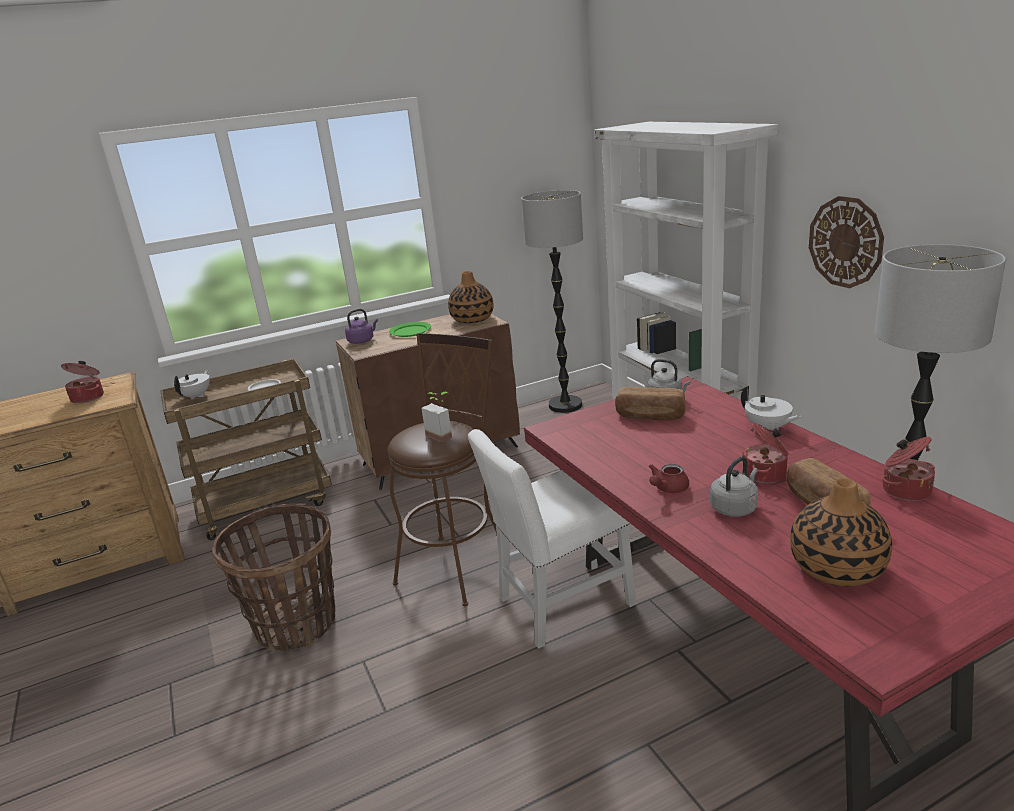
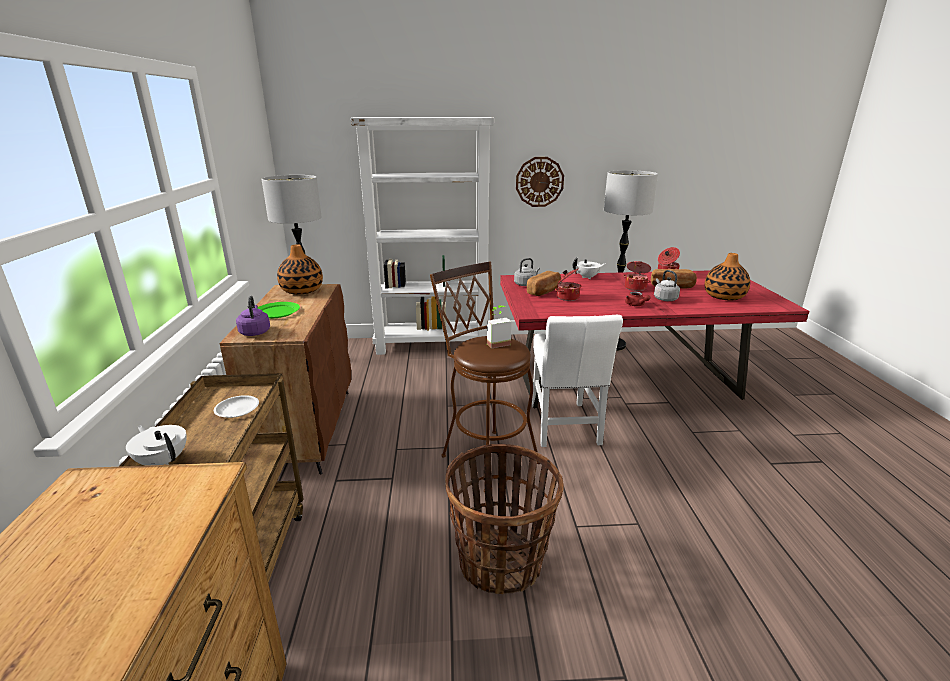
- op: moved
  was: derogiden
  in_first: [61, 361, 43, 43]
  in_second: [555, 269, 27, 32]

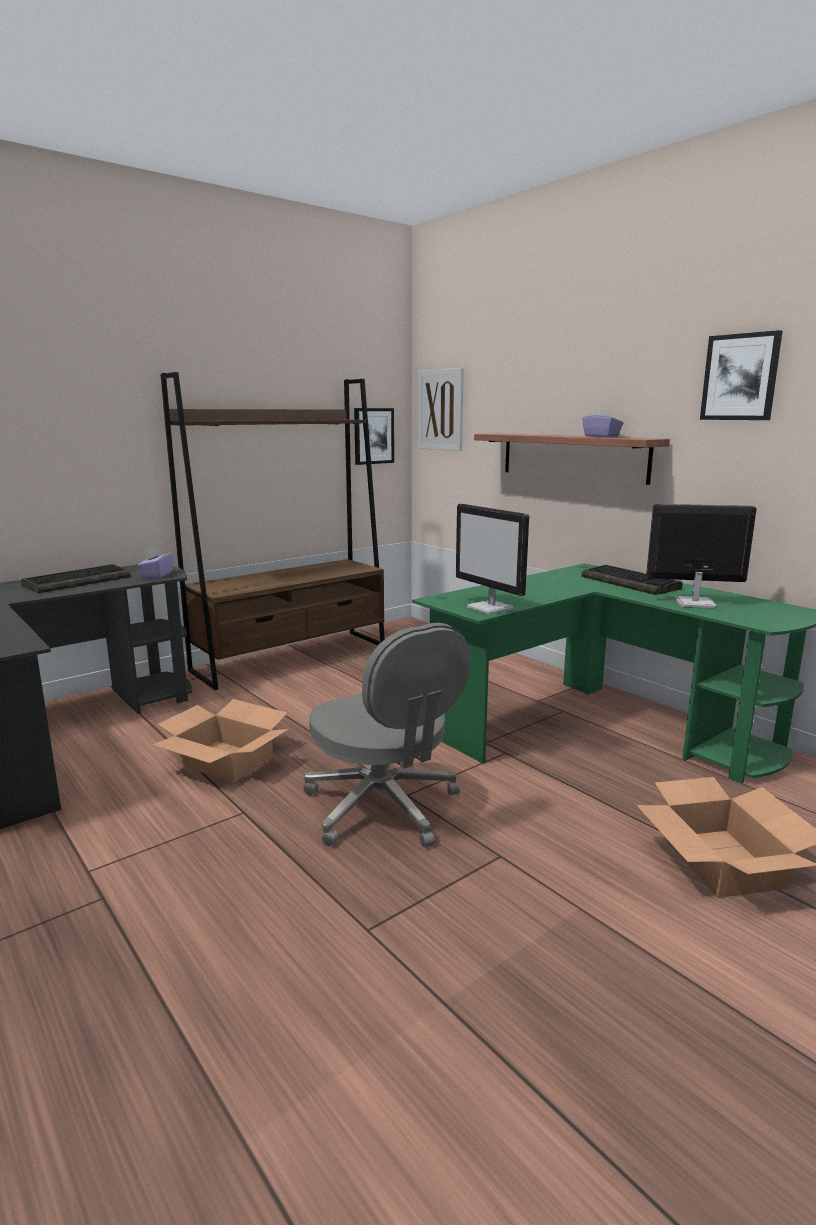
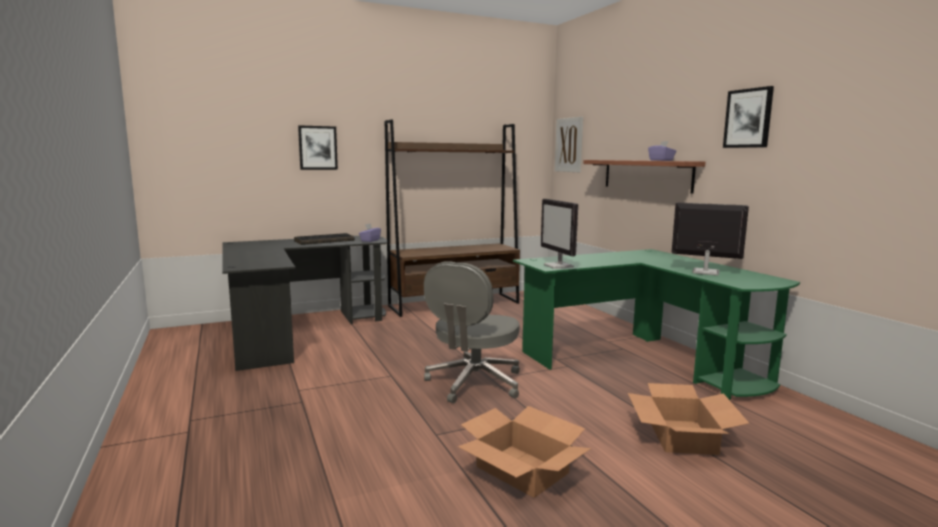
- op: removed
  was: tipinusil
  in_first: [582, 565, 101, 30]
- op: moved
  was: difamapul
  in_first: [152, 699, 137, 84]
  in_second: [458, 406, 133, 92]
- op: moved
  was: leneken
  in_first: [354, 408, 40, 57]
  in_second: [298, 125, 40, 45]
- op: turned
  was: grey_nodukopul
  in_first: [303, 623, 167, 225]
  in_second: [424, 261, 96, 142]
  clockwise: 45

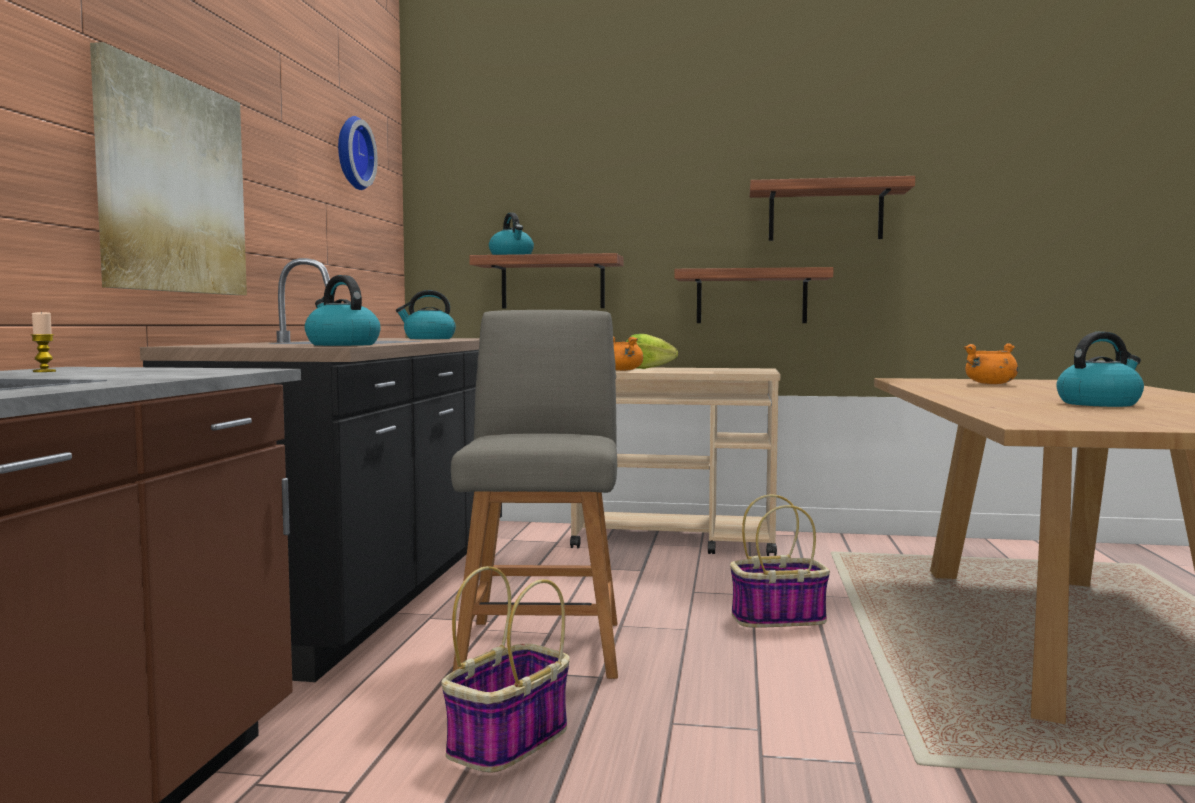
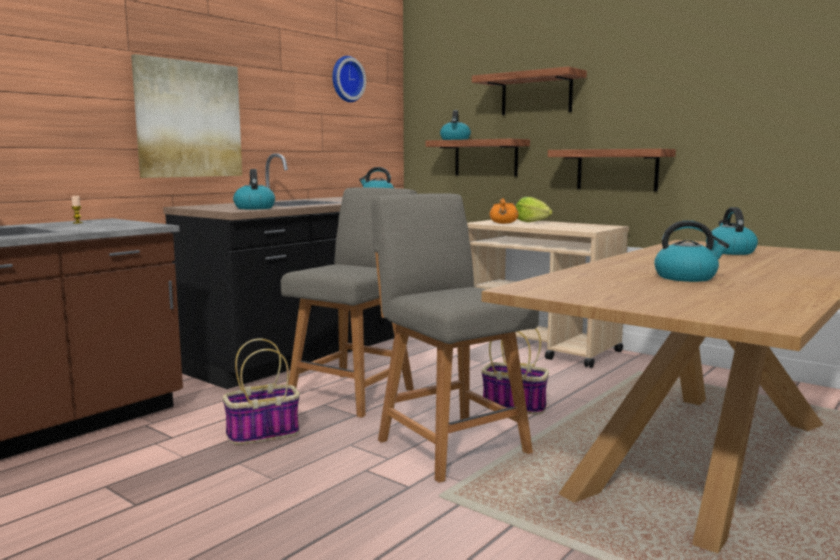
- op: added
  now: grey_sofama
  in_second: [371, 193, 168, 290]
- op: moved
  was: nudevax
  in_first: [750, 176, 165, 65]
  in_second: [472, 67, 115, 48]
- op: replaced
  was: orange_derogiden
  now: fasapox
  in_first: [964, 343, 54, 41]
  in_second: [706, 207, 52, 48]

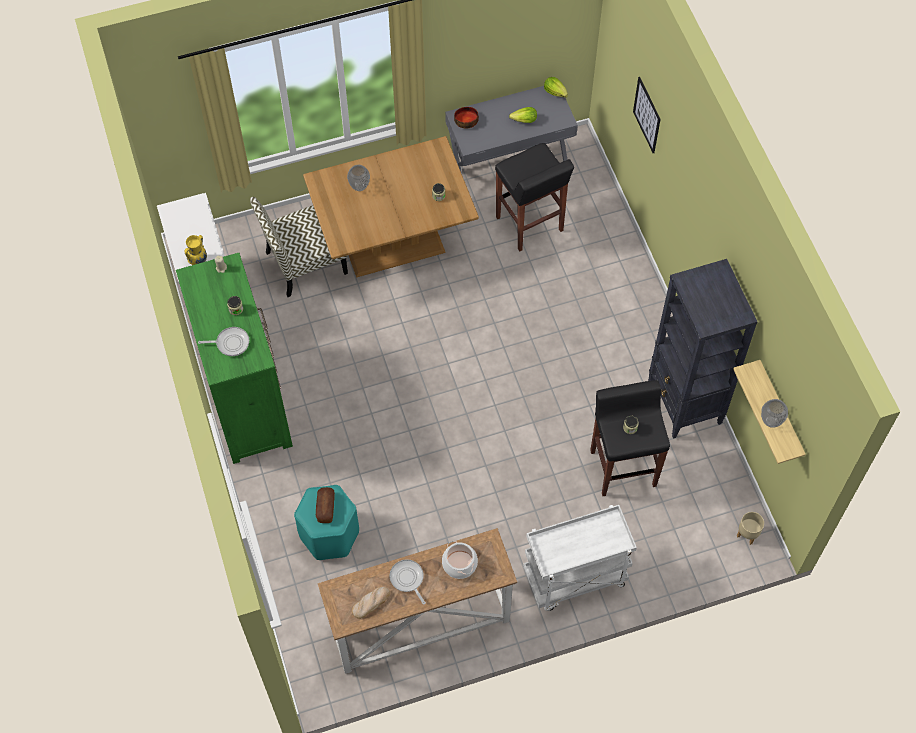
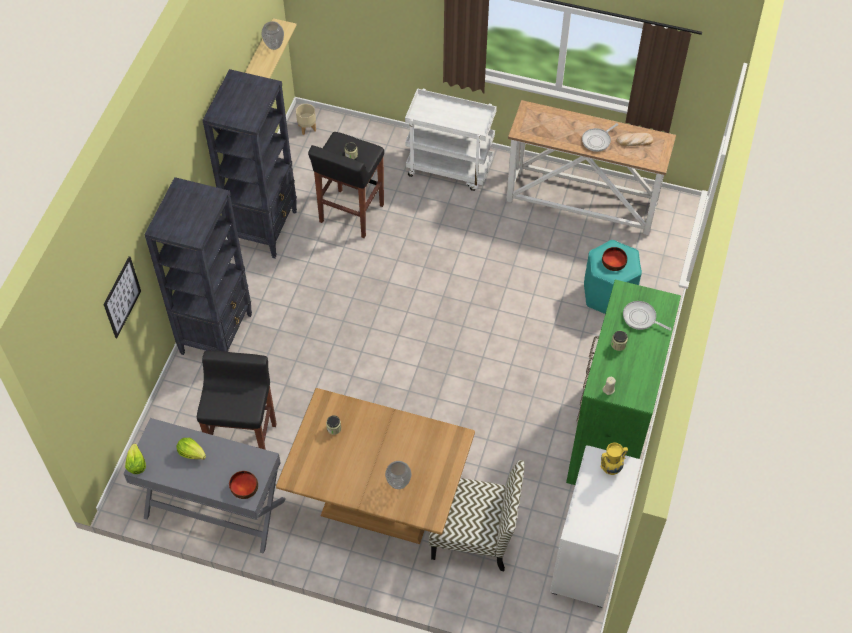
- op: removed
  was: derogiden
  in_first: [442, 541, 36, 38]
- op: added
  now: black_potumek
  in_second: [144, 177, 108, 178]
- op: replaced
  was: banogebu
  now: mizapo
  in_first: [316, 487, 19, 36]
  in_second: [602, 247, 25, 24]
- op: turned
  was: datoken
  in_first: [390, 559, 36, 46]
  in_second: [582, 123, 36, 29]
  clockwise: 45

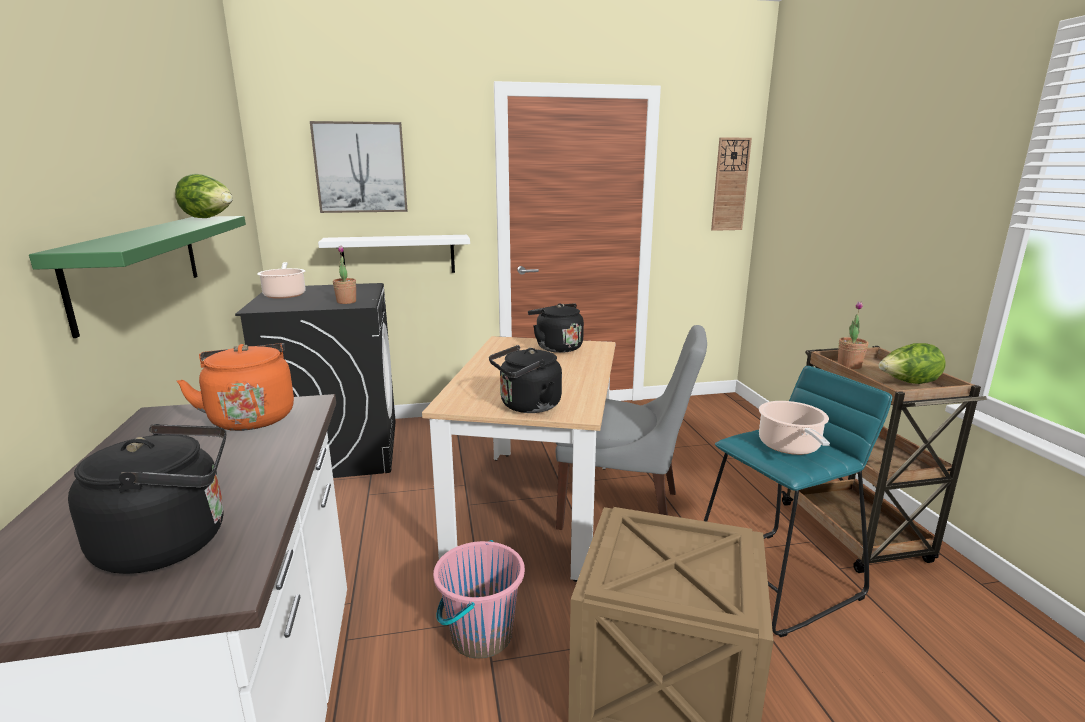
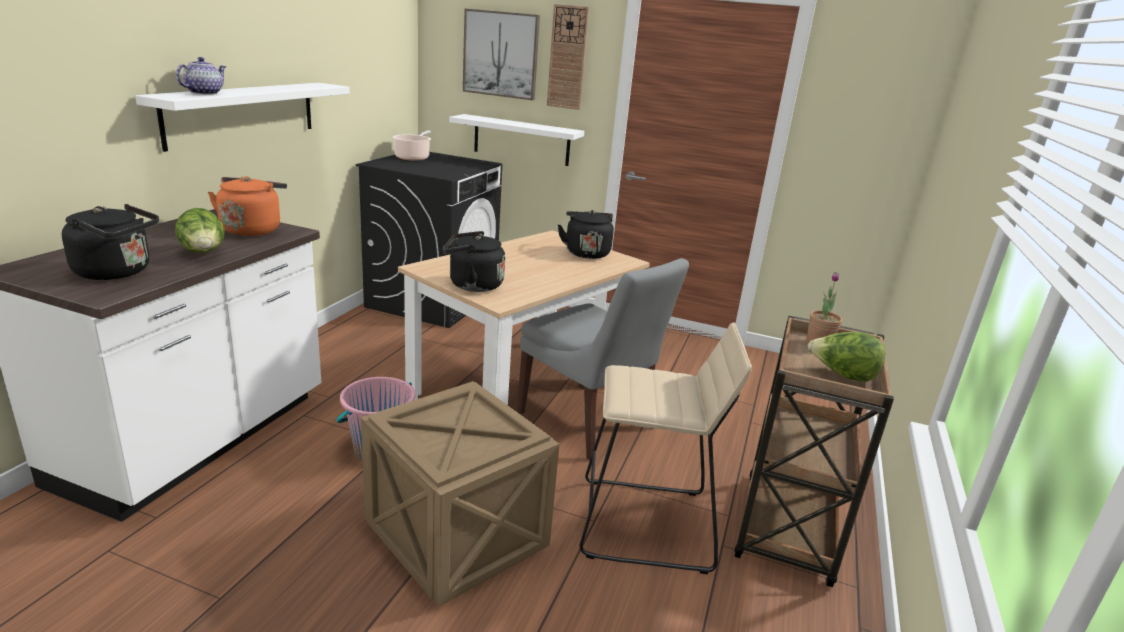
- op: removed
  was: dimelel
  in_first: [333, 246, 23, 58]
- op: removed
  was: derogiden
  in_first: [759, 401, 71, 54]
- op: added
  now: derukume
  in_second: [176, 57, 50, 38]
- op: moved
  was: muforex
  in_first: [175, 174, 58, 44]
  in_second: [175, 208, 50, 45]
- op: moved
  was: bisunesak
  in_first: [711, 137, 41, 94]
  in_second: [547, 4, 42, 106]
- op: recoloured
  was: green_nudevax
  now: white_nudevax
  in_first: [29, 216, 217, 122]
  in_second: [135, 83, 215, 69]
- op: recoloured
  was: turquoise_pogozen
  now: beige_pogozen
  in_first: [704, 366, 188, 271]
  in_second: [580, 322, 172, 252]

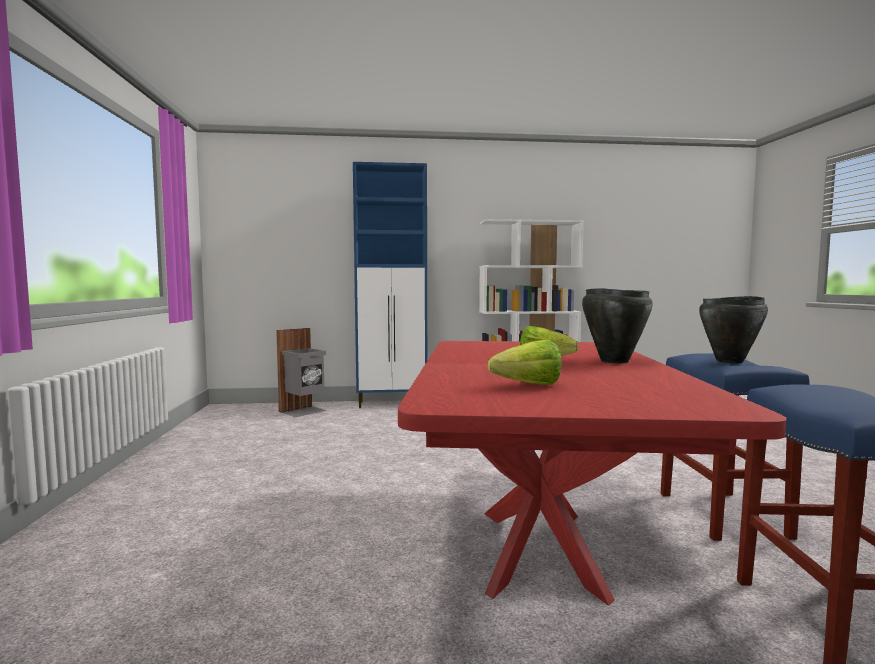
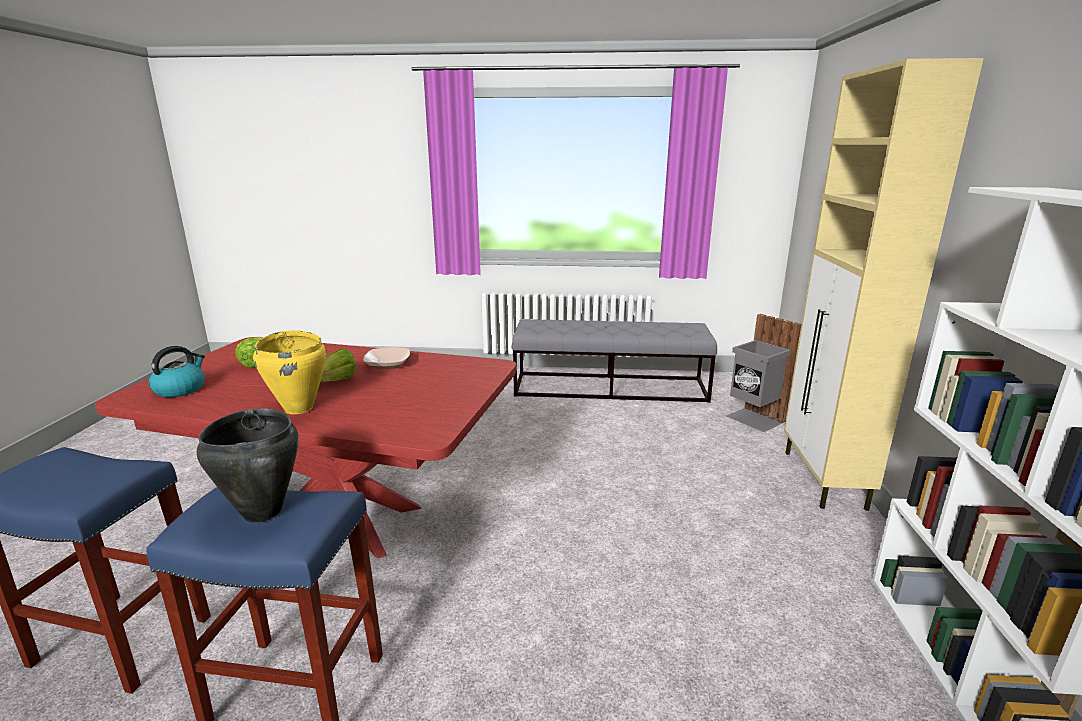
- op: added
  now: fasapox
  in_second: [149, 346, 56, 51]
- op: added
  now: mizapo
  in_second: [363, 348, 47, 21]
- op: added
  now: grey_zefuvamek
  in_second: [511, 319, 206, 84]
- op: recoloured
  was: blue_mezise
  now: beige_mezise
  in_first: [353, 162, 74, 246]
  in_second: [784, 58, 200, 453]
- op: recoloured
  was: black_derogiden
  now: yellow_derogiden
  in_first: [582, 288, 71, 75]
  in_second: [253, 331, 74, 83]

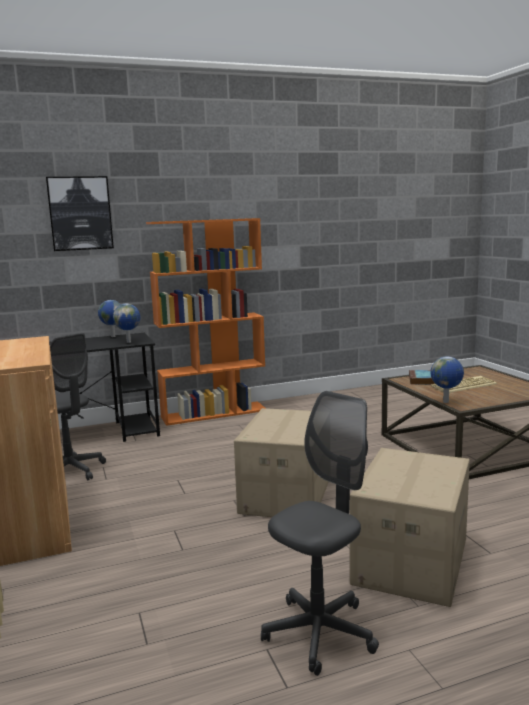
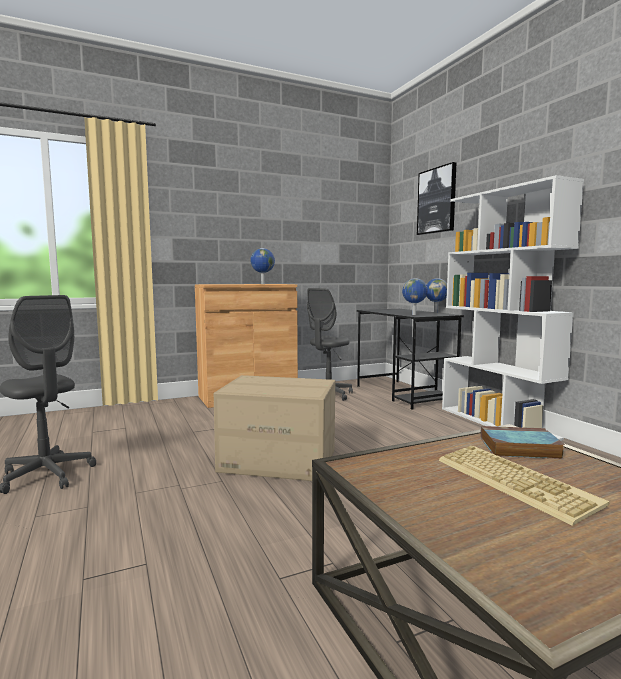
- op: removed
  was: difamapul
  in_first: [350, 448, 120, 159]
- op: moved
  was: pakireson
  in_first: [430, 357, 34, 46]
  in_second: [250, 248, 25, 36]
- op: recoloured
  was: orange_potumek
  now: white_potumek
  in_first: [146, 218, 119, 208]
  in_second: [442, 175, 142, 266]

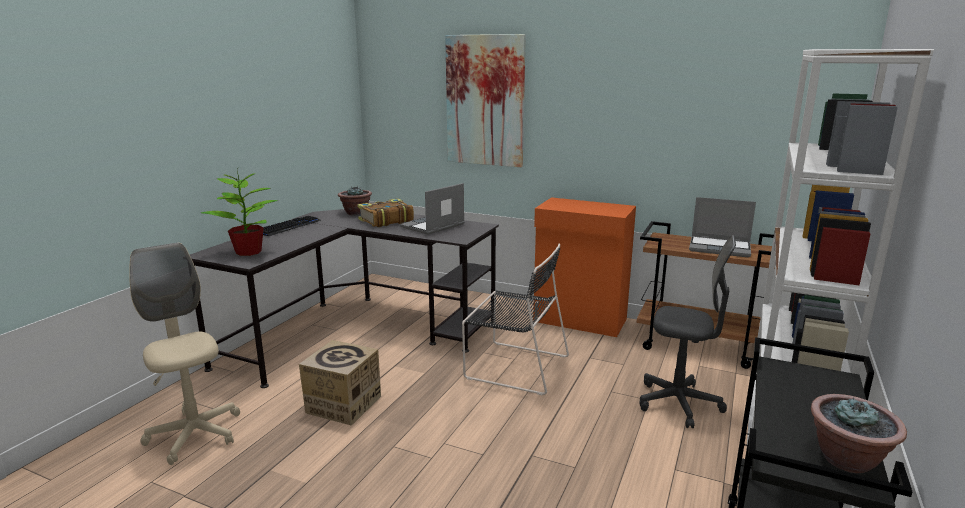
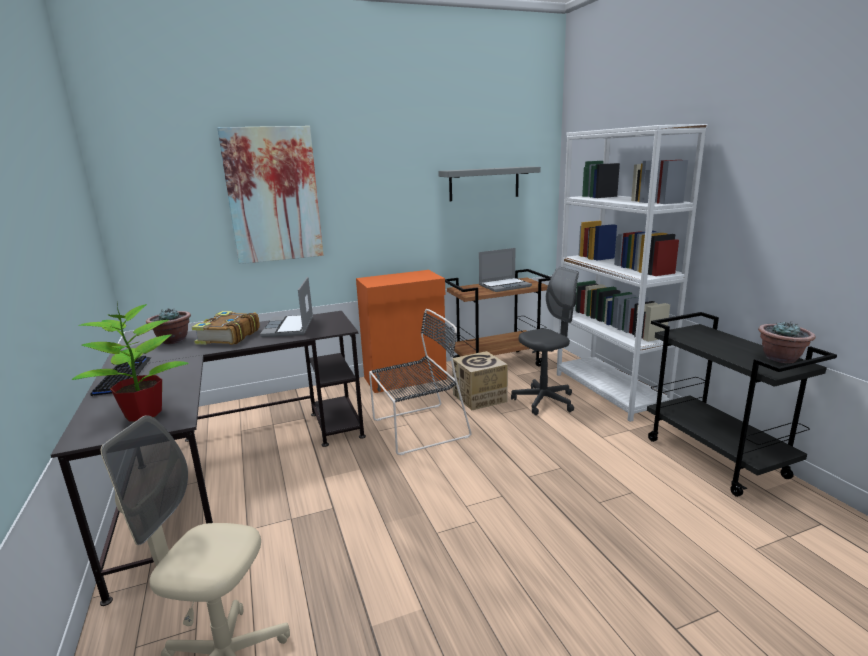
- op: added
  now: grey_nudevax
  in_second: [438, 167, 103, 34]
- op: moved
  was: difamapul
  in_first: [299, 340, 82, 86]
  in_second: [452, 351, 56, 59]

